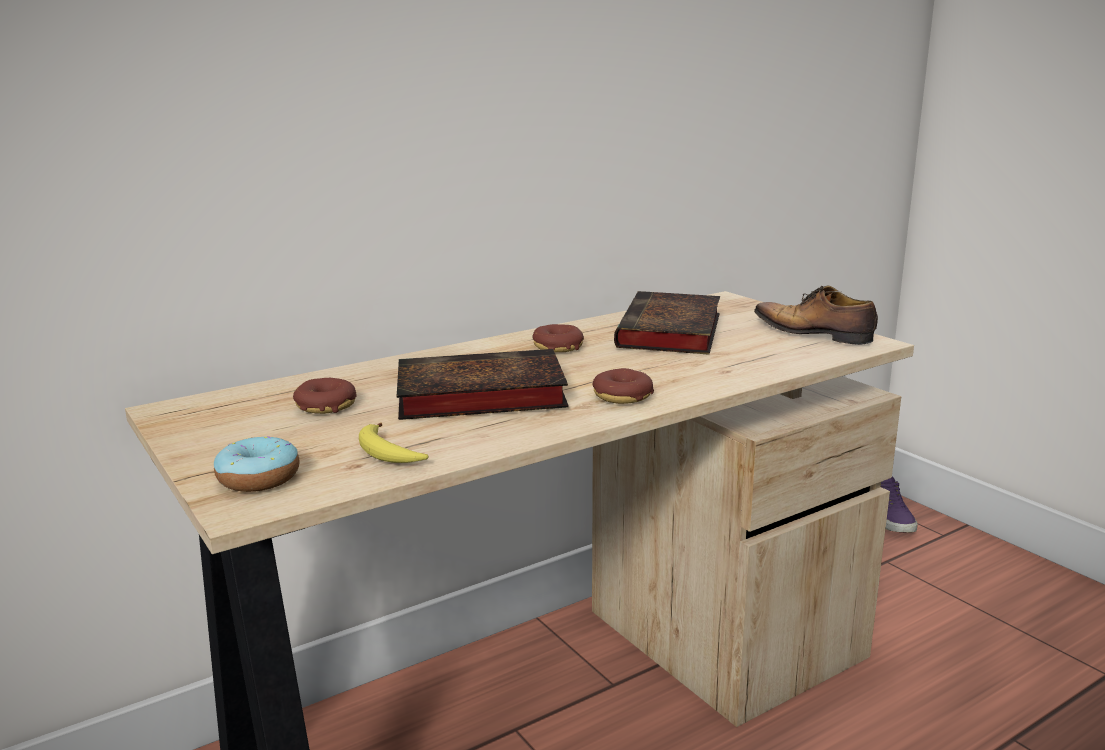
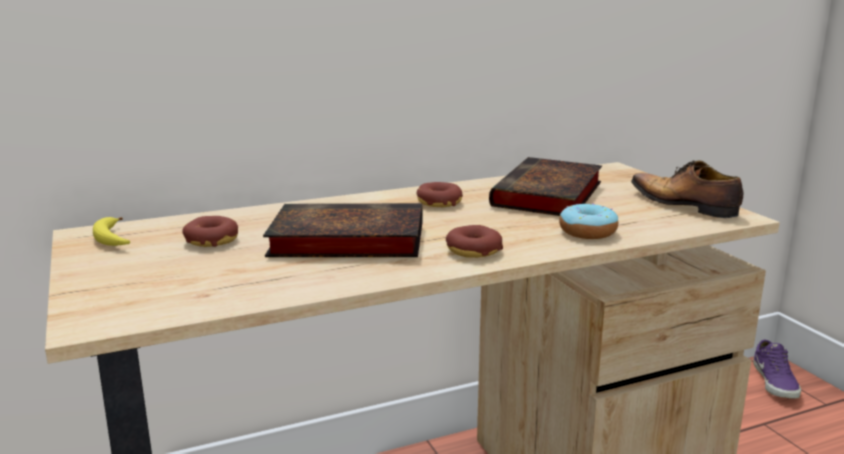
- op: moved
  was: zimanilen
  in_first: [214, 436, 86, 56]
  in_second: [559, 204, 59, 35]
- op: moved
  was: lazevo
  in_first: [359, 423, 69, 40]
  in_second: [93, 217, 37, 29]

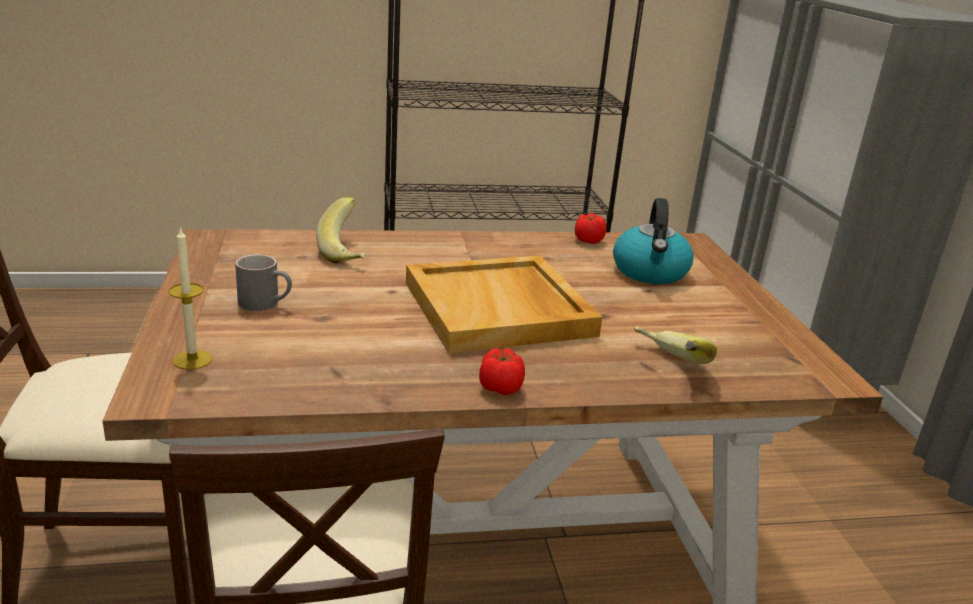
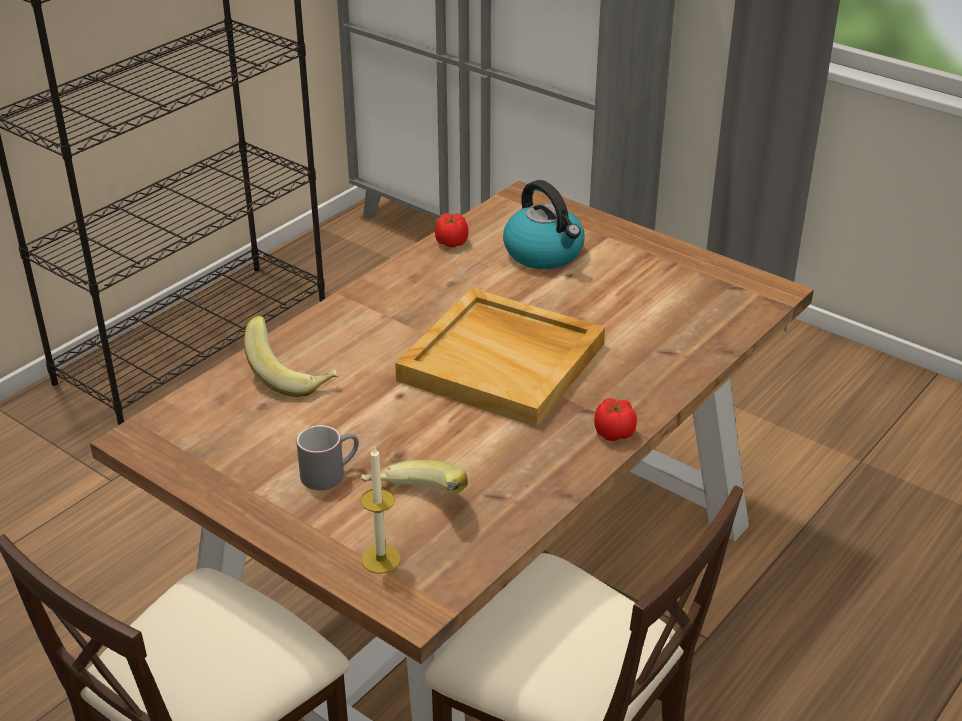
- op: moved
  was: lazevo
  in_first: [634, 326, 83, 38]
  in_second: [360, 460, 108, 33]

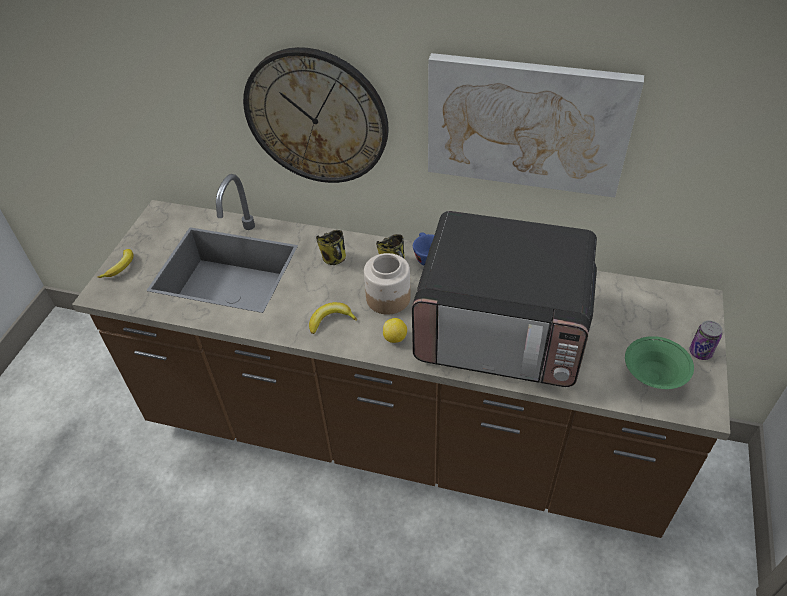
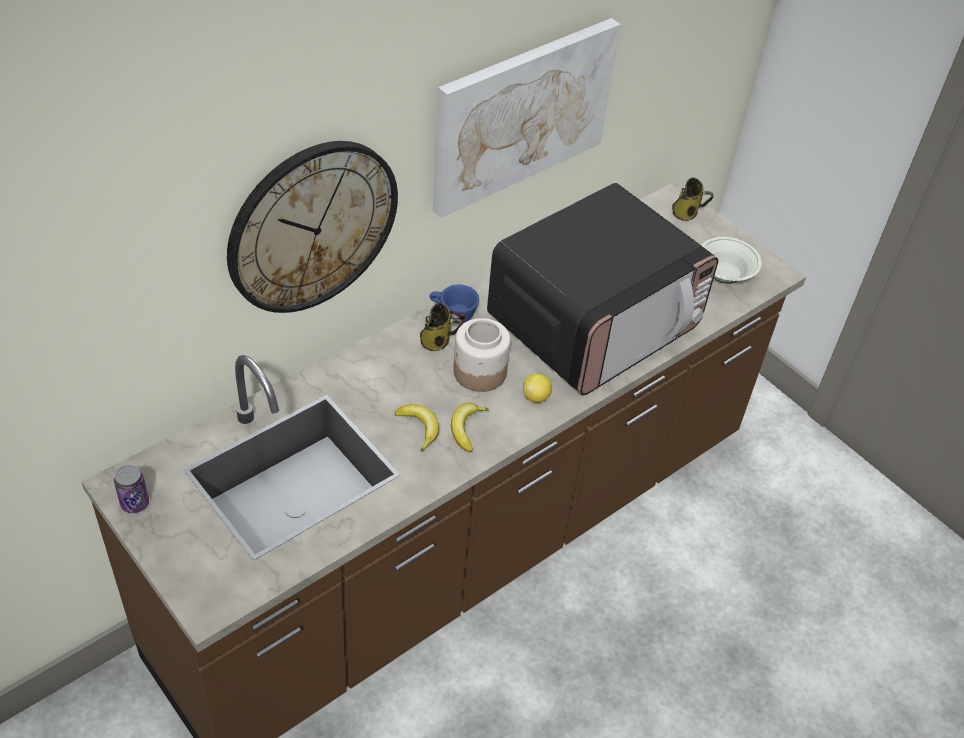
- op: moved
  was: lazevo
  in_first: [97, 249, 36, 29]
  in_second: [394, 404, 45, 48]
- op: moved
  was: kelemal
  in_first: [316, 230, 30, 35]
  in_second: [672, 178, 41, 43]
- op: moved
  was: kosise
  in_first: [689, 320, 33, 40]
  in_second: [114, 465, 35, 48]
- op: recoloured
  was: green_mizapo
  now: white_mizapo
  in_first: [625, 336, 69, 53]
  in_second: [701, 237, 61, 47]

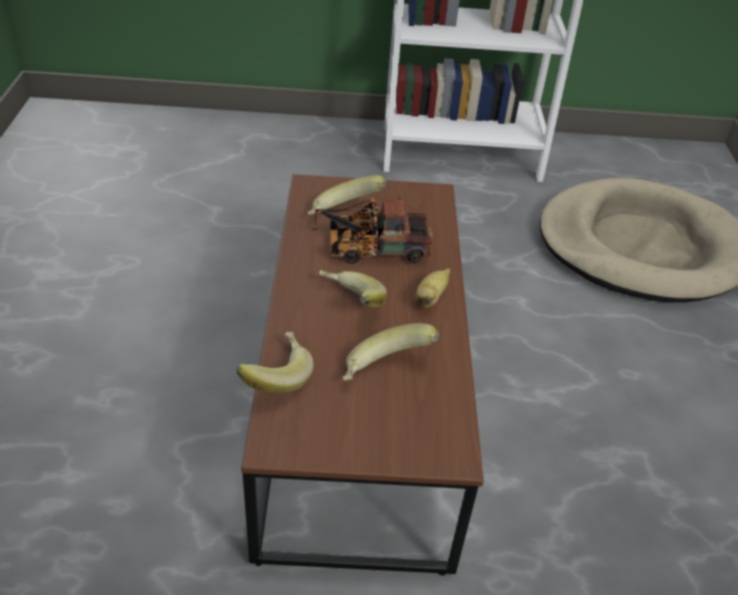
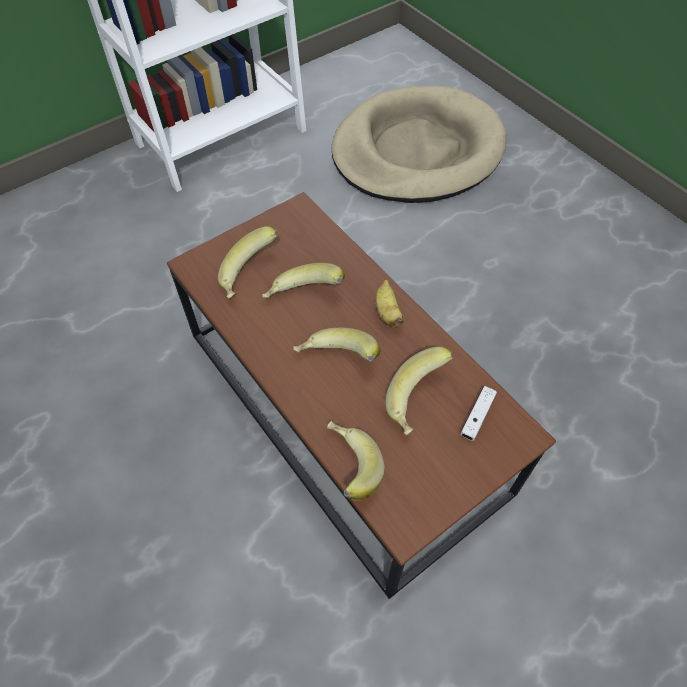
- op: added
  now: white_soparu
  in_second: [460, 386, 37, 55]
- op: replaced
  was: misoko
  now: lazevo
  in_first: [312, 195, 121, 69]
  in_second: [262, 263, 83, 35]

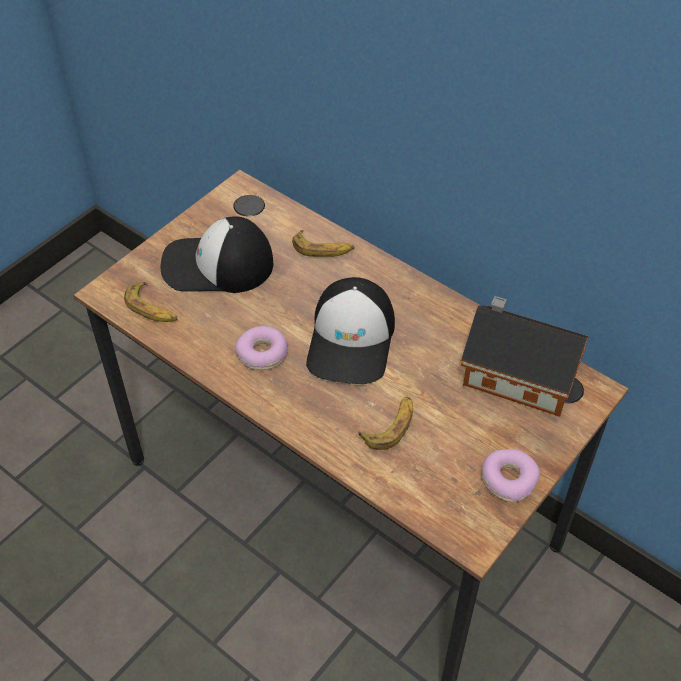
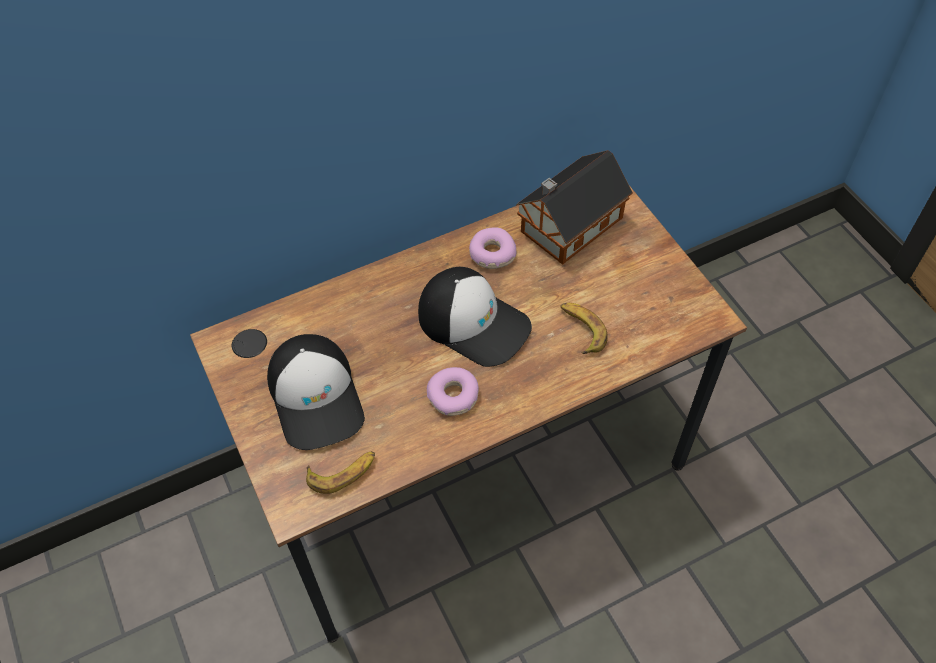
- op: removed
  was: lazevo
  in_first: [292, 230, 63, 27]
- op: moved
  was: zimanilen
  in_first: [482, 449, 58, 53]
  in_second: [469, 227, 47, 42]
- op: turned
  was: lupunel
  in_first: [161, 216, 112, 77]
  in_second: [267, 334, 98, 116]
  clockwise: -45

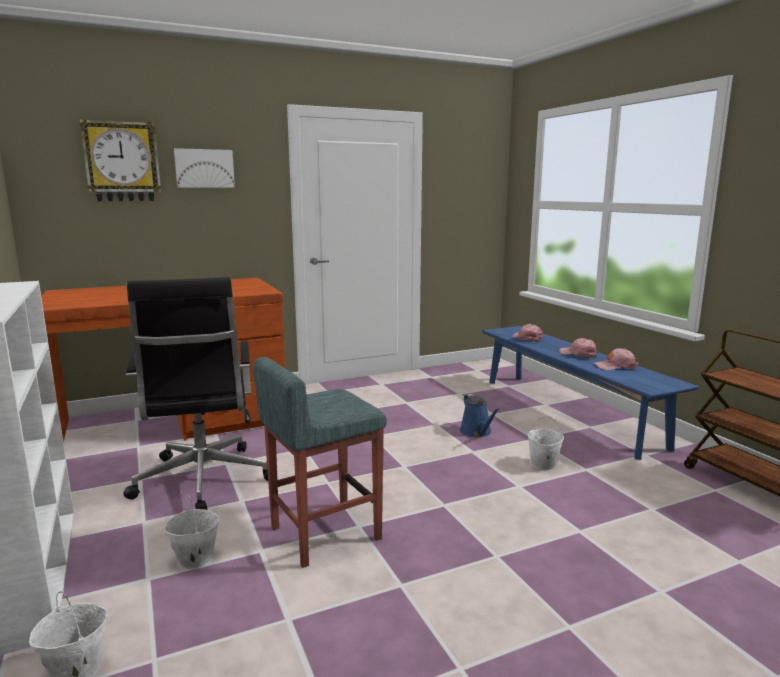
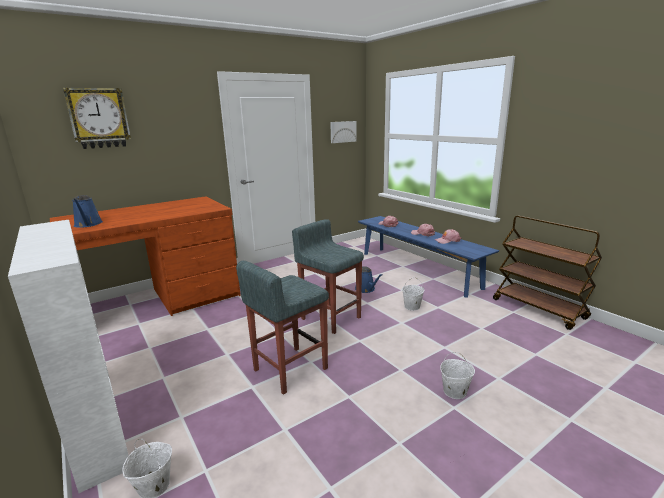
- op: removed
  was: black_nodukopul
  in_first: [124, 277, 144, 233]
- op: added
  now: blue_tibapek
  in_second: [72, 195, 31, 33]
- op: added
  now: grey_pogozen
  in_second: [292, 219, 72, 115]
- op: moved
  was: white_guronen
  in_first: [164, 496, 56, 73]
  in_second: [440, 352, 35, 47]
- op: moved
  was: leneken
  in_first: [174, 148, 61, 40]
  in_second: [330, 121, 26, 22]

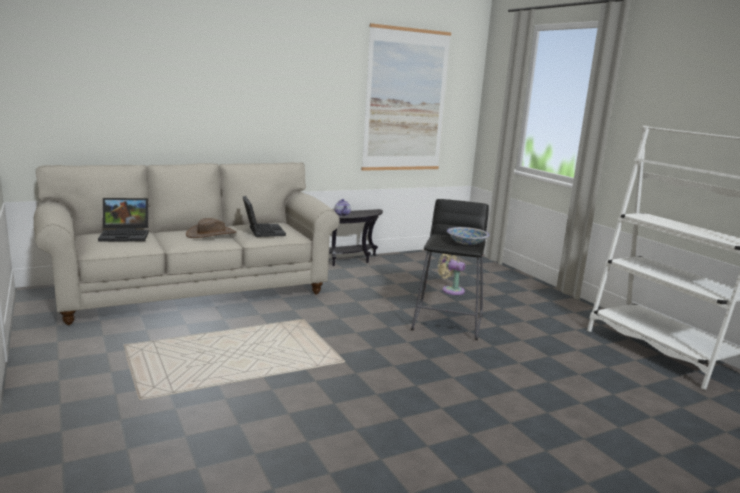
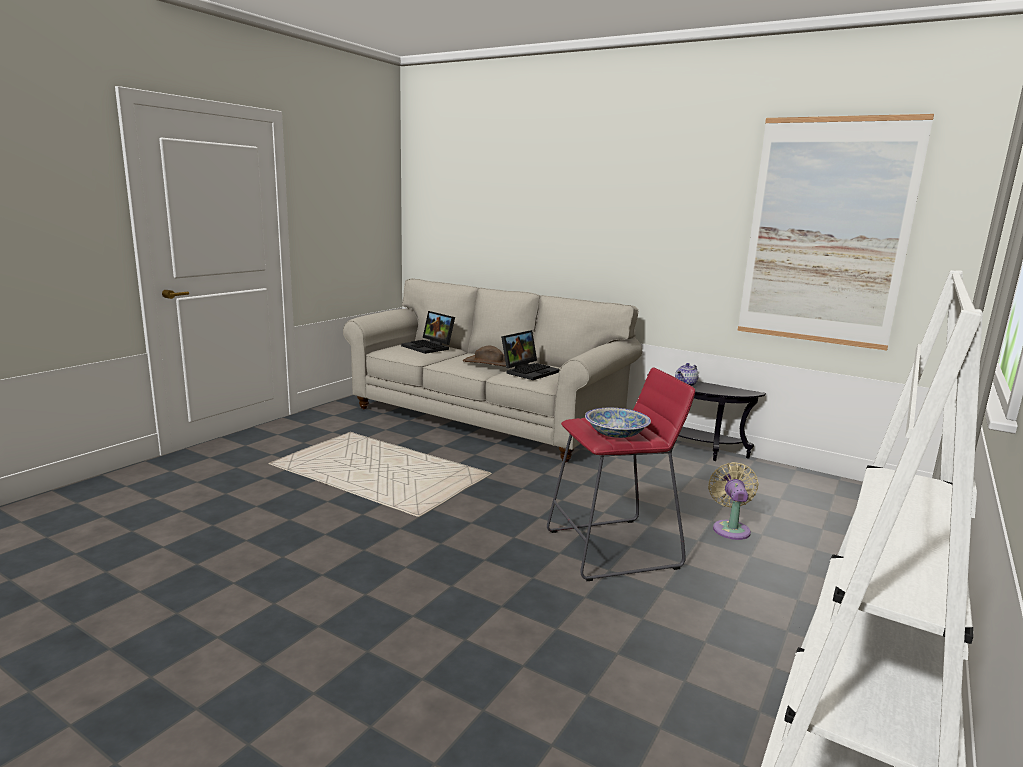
- op: recoloured
  was: black_pogozen
  now: red_pogozen
  in_first: [411, 199, 78, 141]
  in_second: [547, 368, 148, 213]

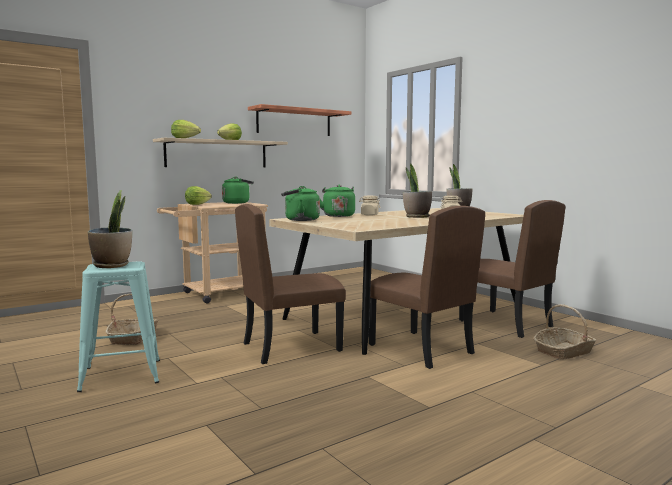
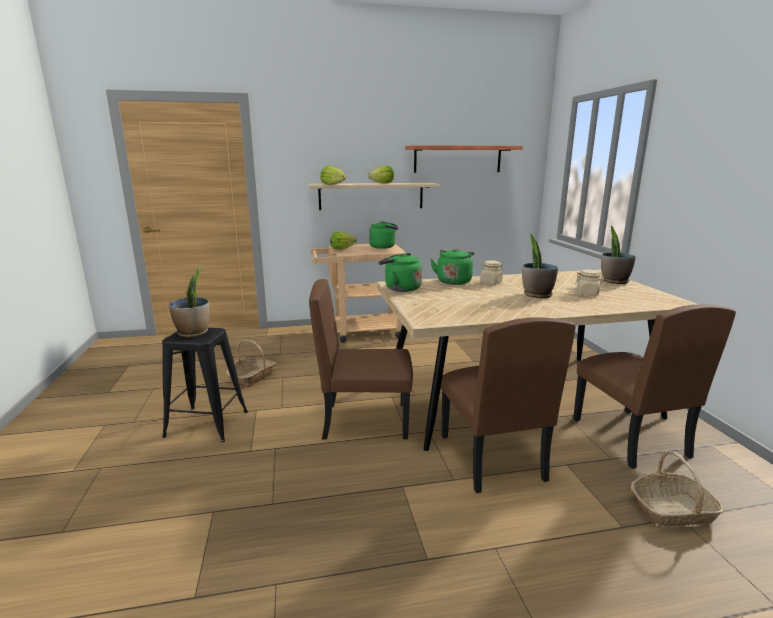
- op: recoloured
  was: turquoise_pogozen
  now: black_pogozen
  in_first: [77, 262, 83, 130]
  in_second: [162, 328, 86, 114]

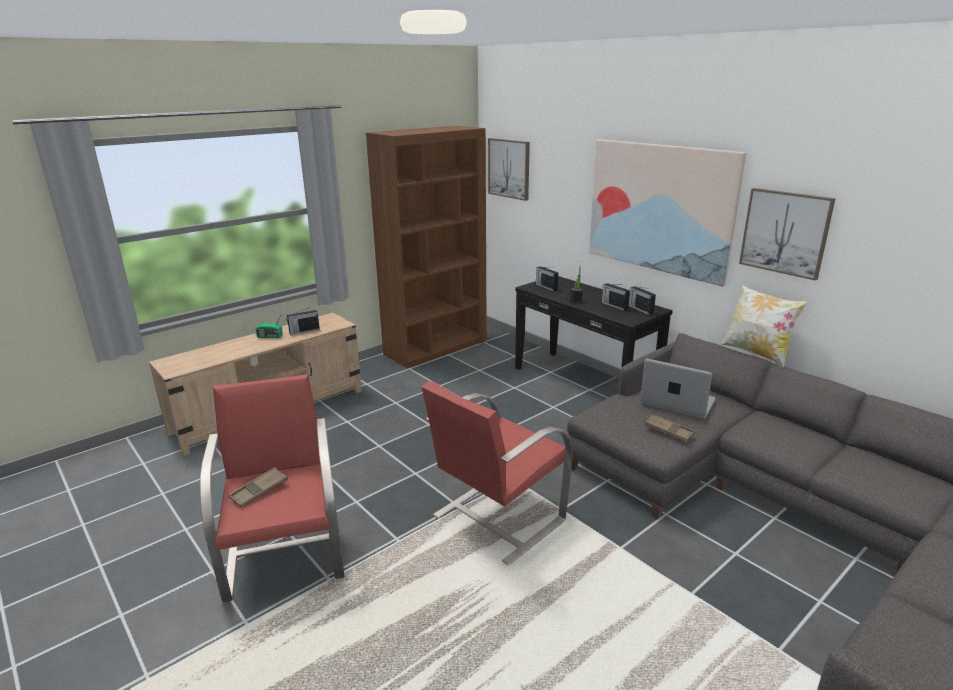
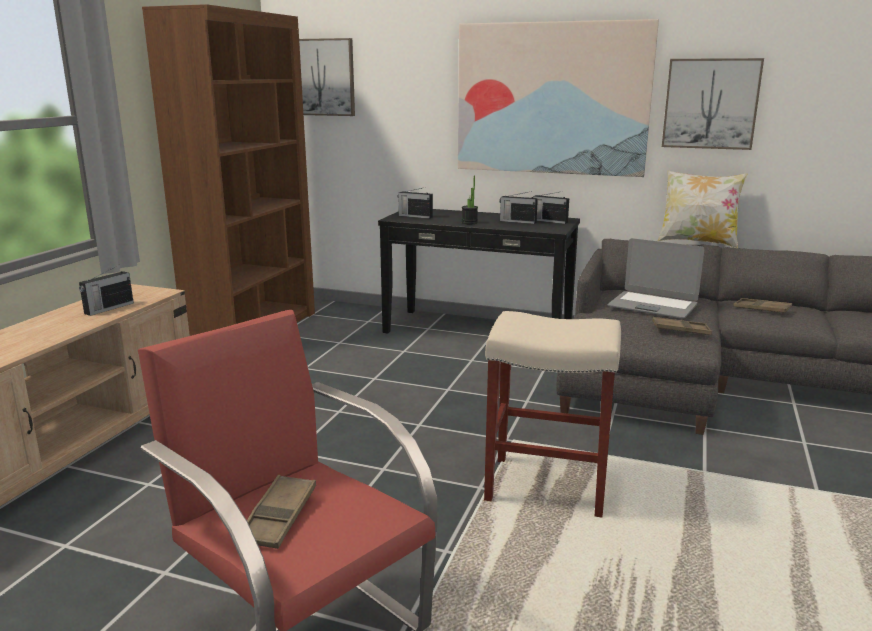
- op: removed
  was: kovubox
  in_first: [256, 313, 27, 25]
- op: added
  now: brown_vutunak
  in_second: [733, 298, 59, 16]
- op: replaced
  was: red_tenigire
  now: beige_pogozen
  in_first: [421, 381, 152, 184]
  in_second: [484, 311, 137, 207]
- op: turned
  was: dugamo
  in_first: [640, 359, 76, 60]
  in_second: [608, 238, 97, 81]
  clockwise: -150

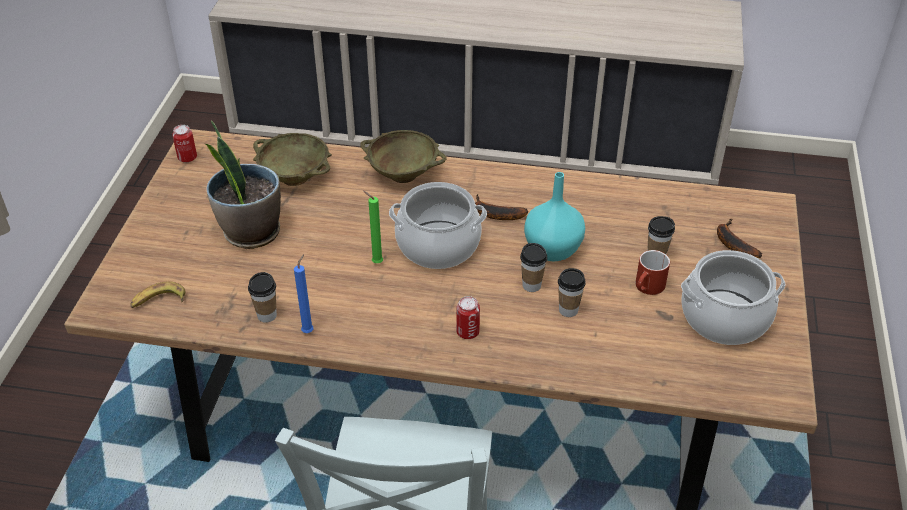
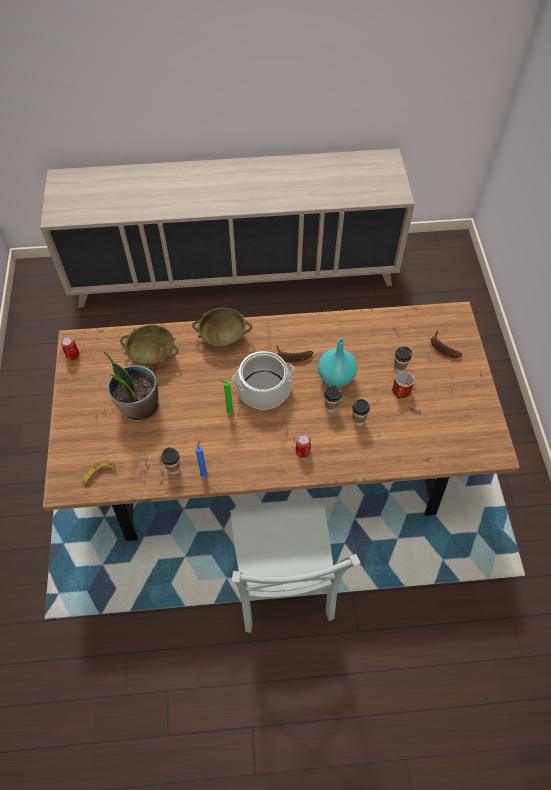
- op: removed
  was: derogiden
  in_first: [681, 250, 104, 95]

